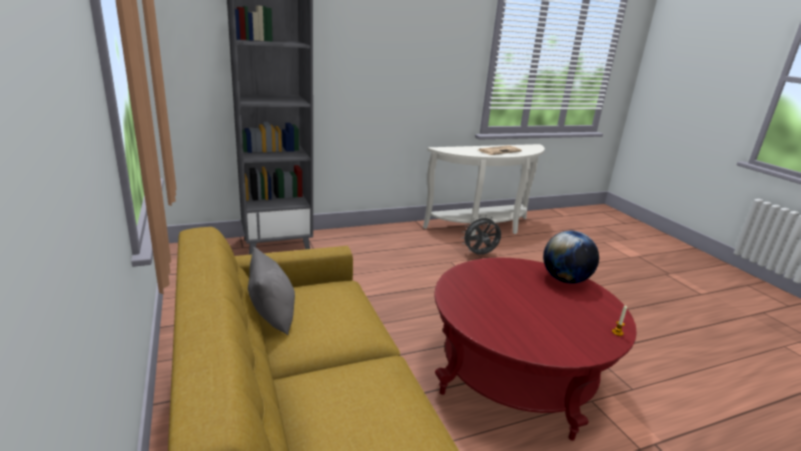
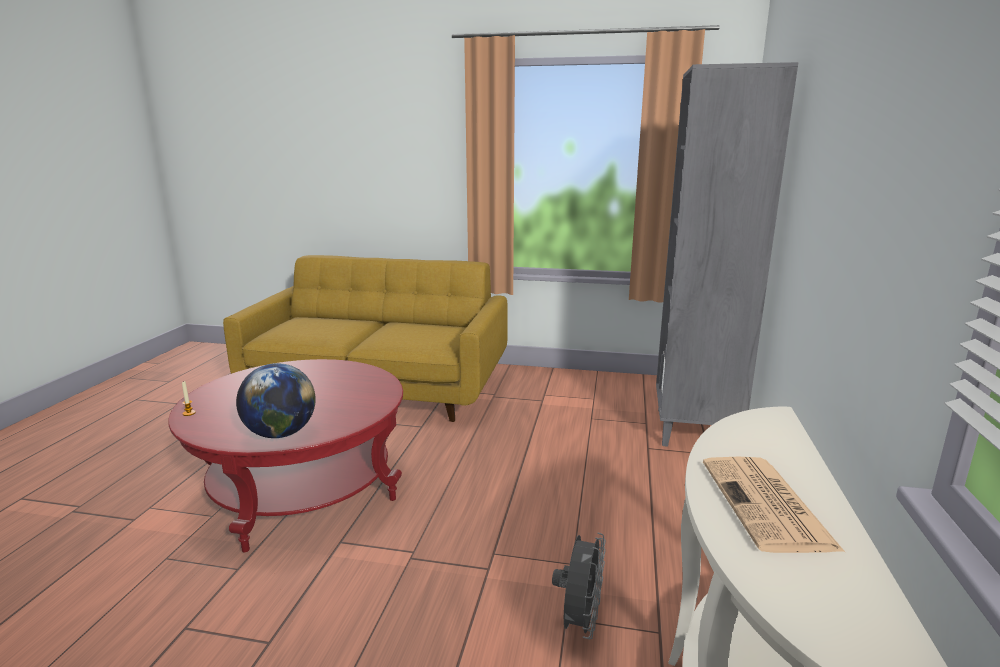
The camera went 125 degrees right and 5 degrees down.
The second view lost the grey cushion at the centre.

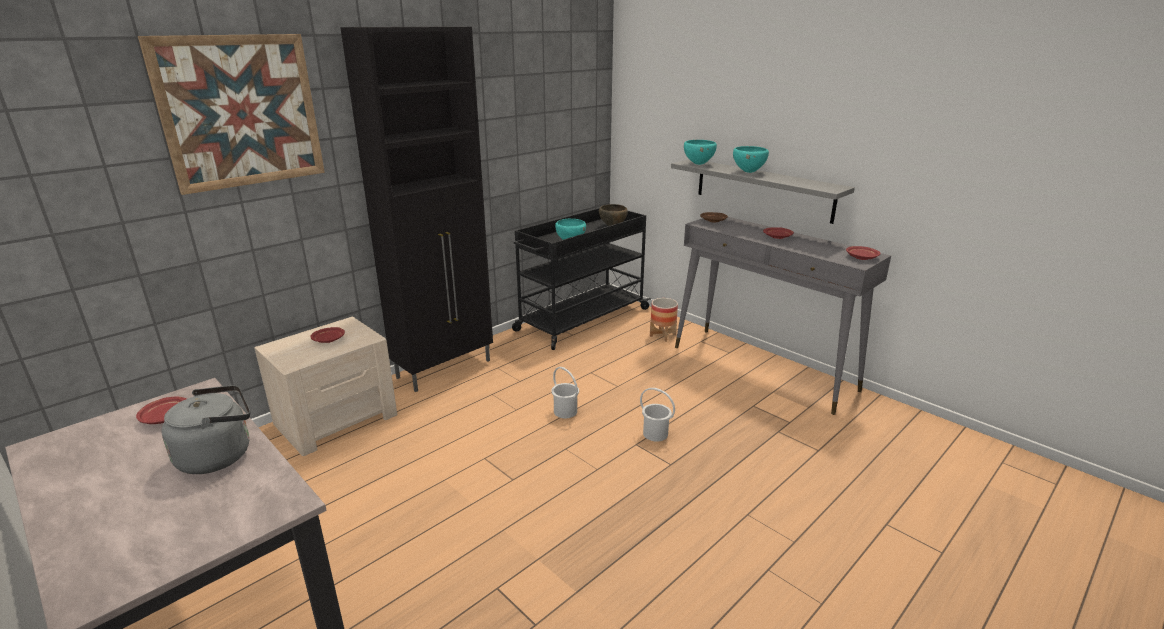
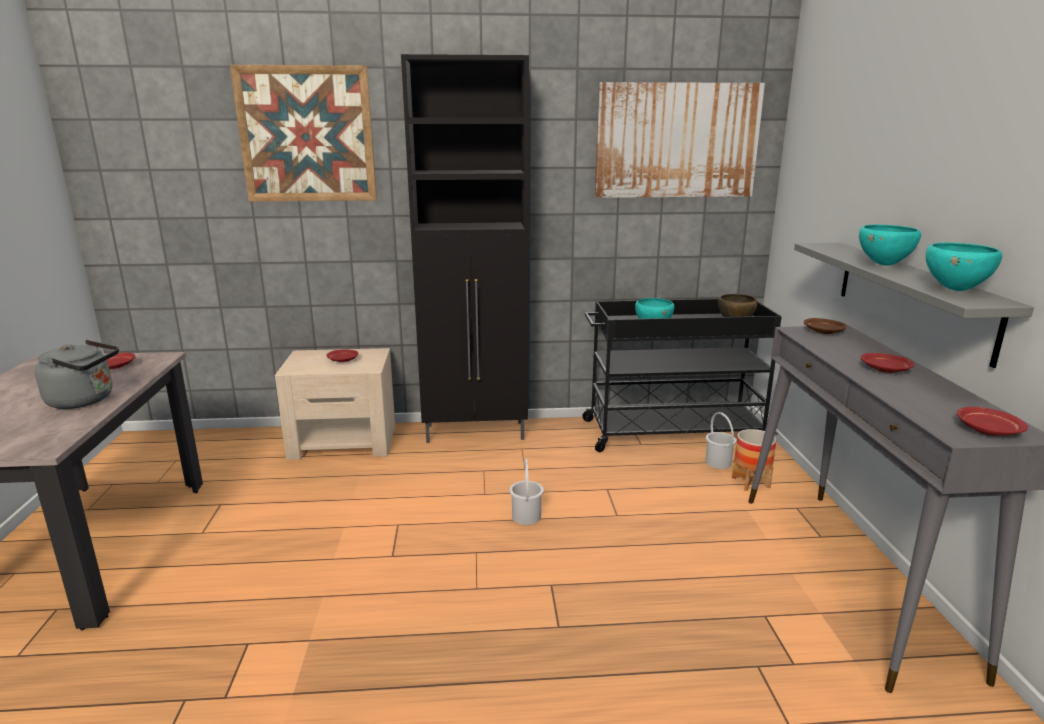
The camera went 40 degrees right and 5 degrees down.
The turquoise-coloured serving bowl (no. 2 from left in the first image) ended up elsewhere, having gone from the top centre to the middle right.
The white bucket (no. 2 from left) ended up elsewhere, having gone from the centre to the middle right.
The second view gained the wall picture (no. 2 from left) at the top centre.

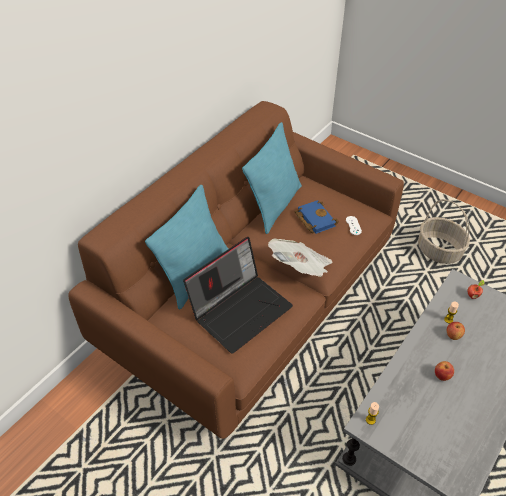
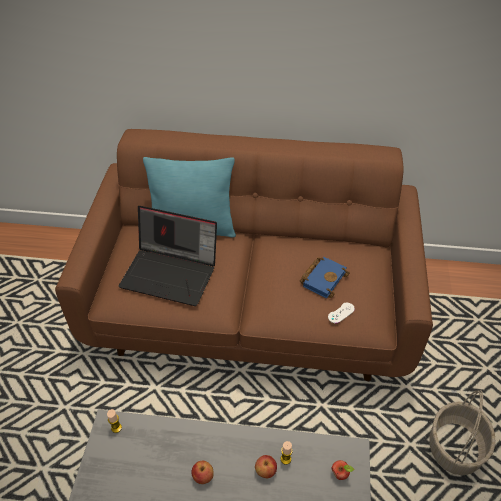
The camera went 60 degrees right and 0 degrees up.
The second view lost the turquoise-coloured cushion (no. 2 from left) at the centre.
The second view lost the printed paper at the centre.

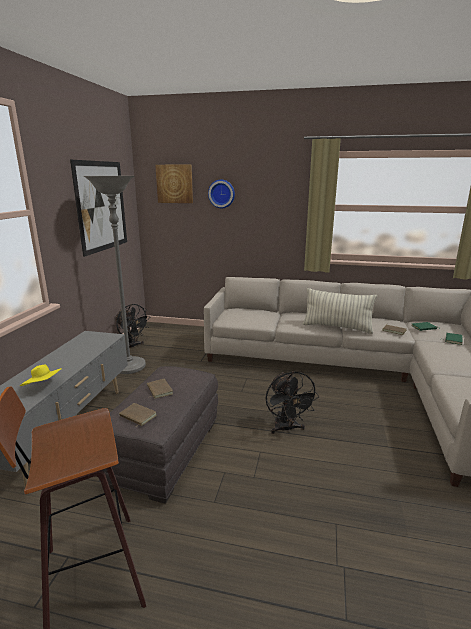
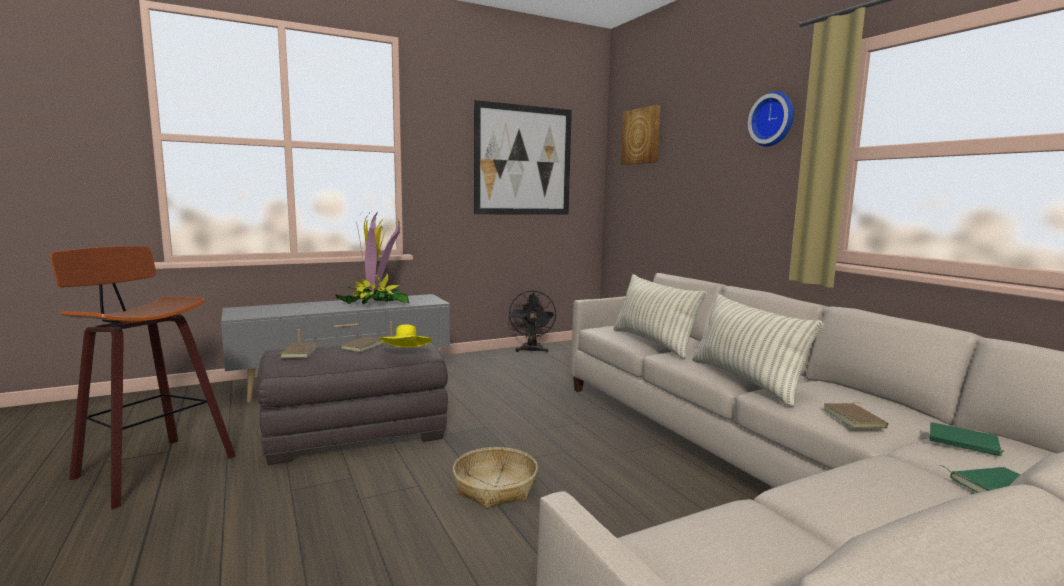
The camera went 50 degrees right and 10 degrees down.
The second view lost the grey standing lamp at the middle left.
The wall clock ended up elsewhere, having gone from the top centre to the top right.
The yellow-coloured wearable hat ended up elsewhere, having gone from the middle left to the centre.
Where the black electric fan (no. 2 from left) stood at the centre, the storage basket came to stand at the bottom centre.
The second view gained the plant in a pot at the centre.
The second view gained the cushion (no. 1 from left) at the centre.

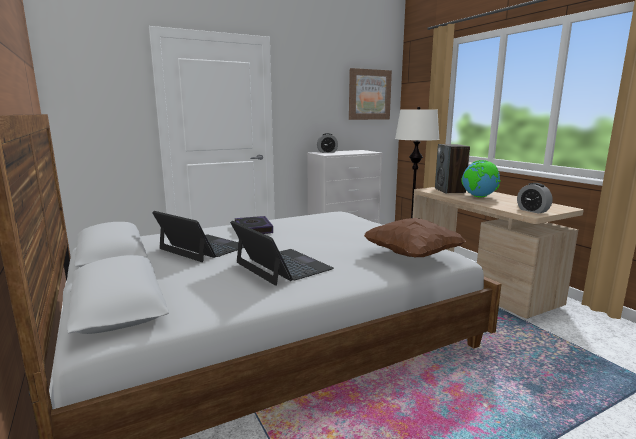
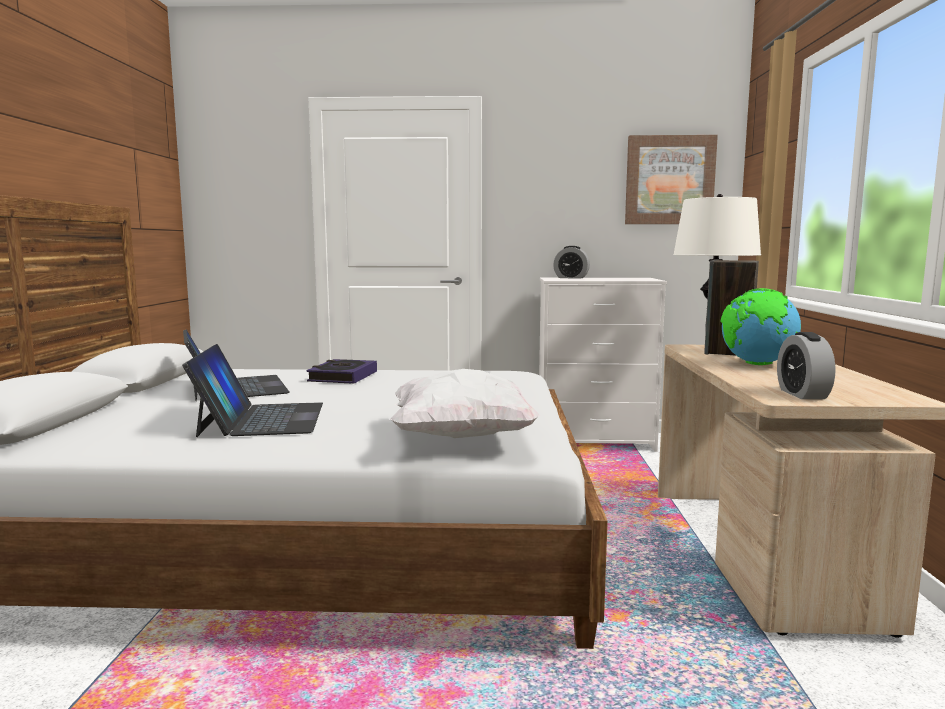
The camera went 30 degrees right and 5 degrees down.
What was the brown cushion at the centre turned into the white cushion at the centre.

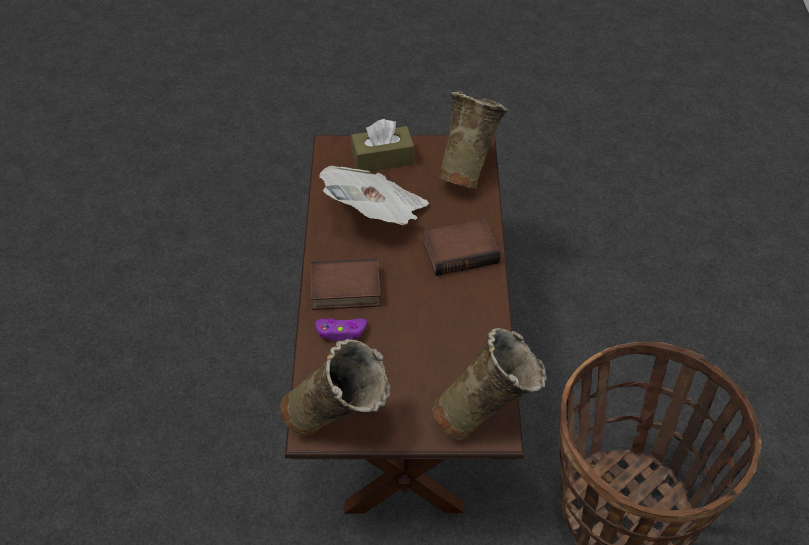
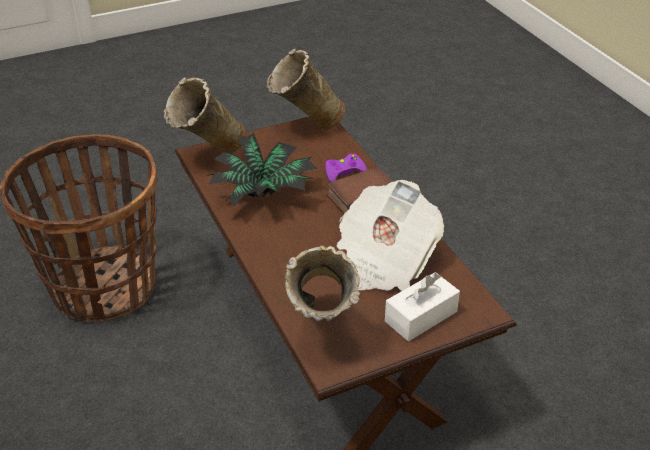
The camera went 155 degrees right and 10 degrees down.
What was the brown tissue holder at the top centre turned into the white tissue holder at the bottom centre.
The second view lost the bound book (no. 2 from left) at the centre.
The second view gained the plant in a pot at the centre.

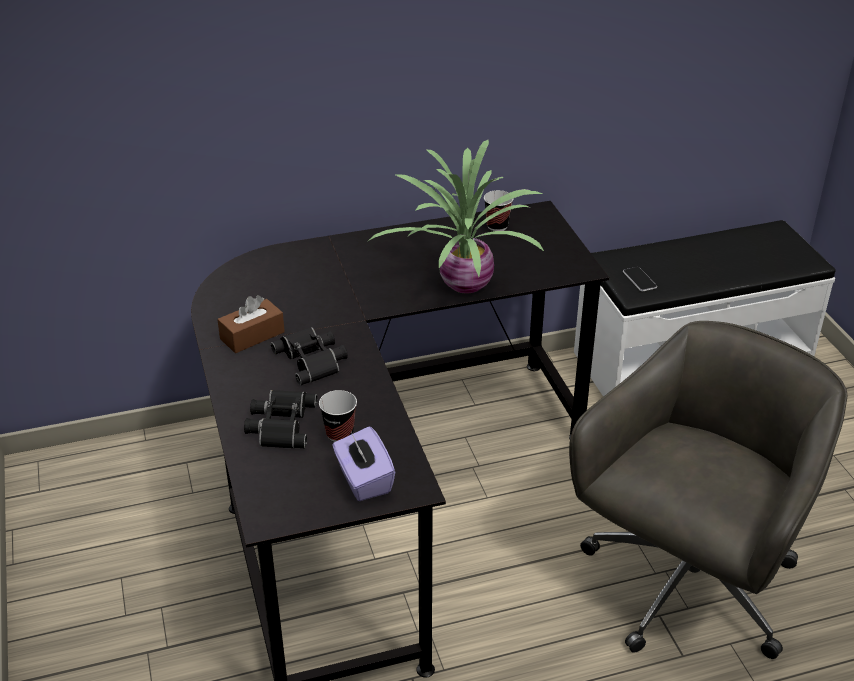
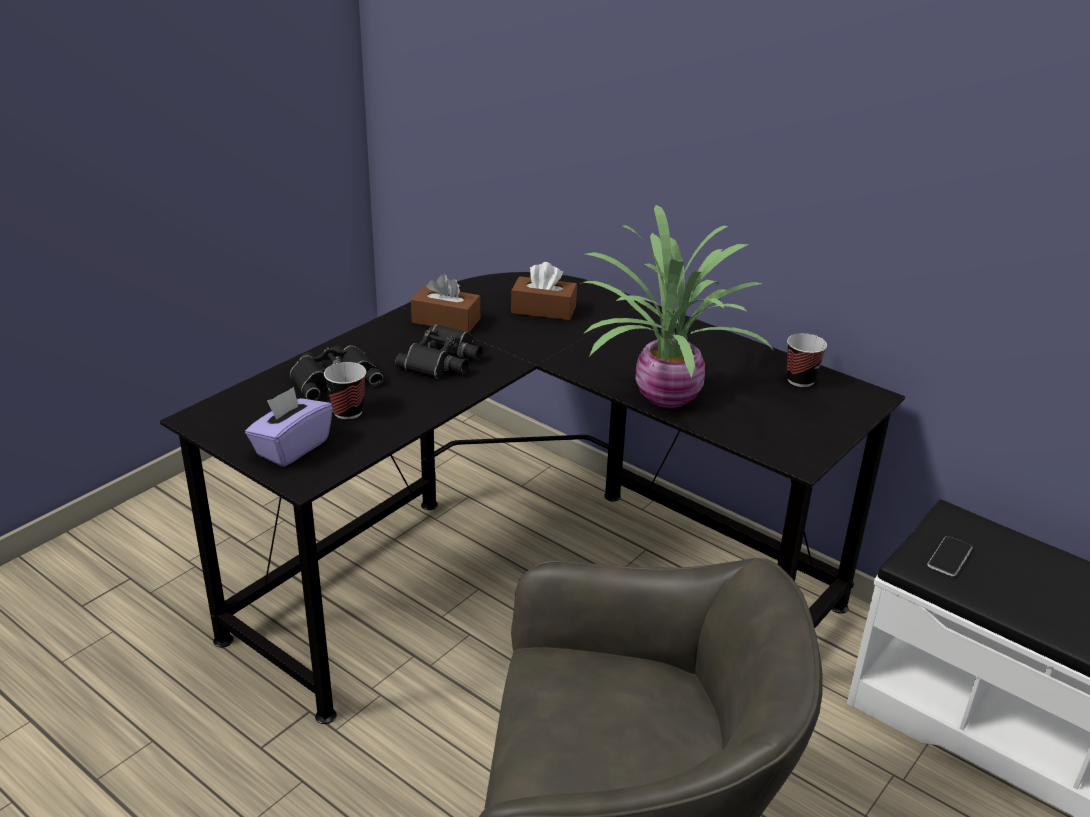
The camera went 55 degrees right and 5 degrees down.
The second view gained the brown tissue holder (no. 2 from left) at the centre.

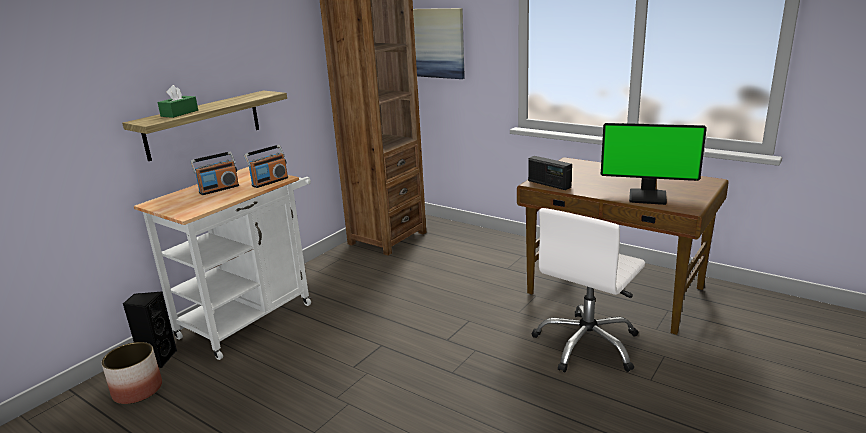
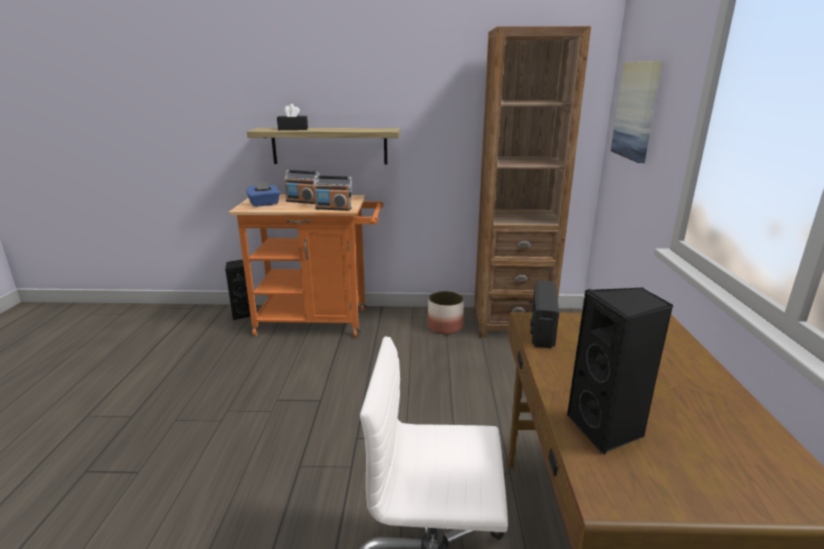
The camera went 55 degrees right and 0 degrees up.
What was the green-coloured tissue holder at the top left turned into the black tissue holder at the top centre.
Where the monitor stood at the middle right, the black speaker (no. 2 from left) came to stand at the bottom right.
What was the white trolley at the middle left turned into the orangey trolley at the centre.
The planter ended up elsewhere, having gone from the bottom left to the centre.
The second view gained the blue-coloured tissue holder at the middle left.

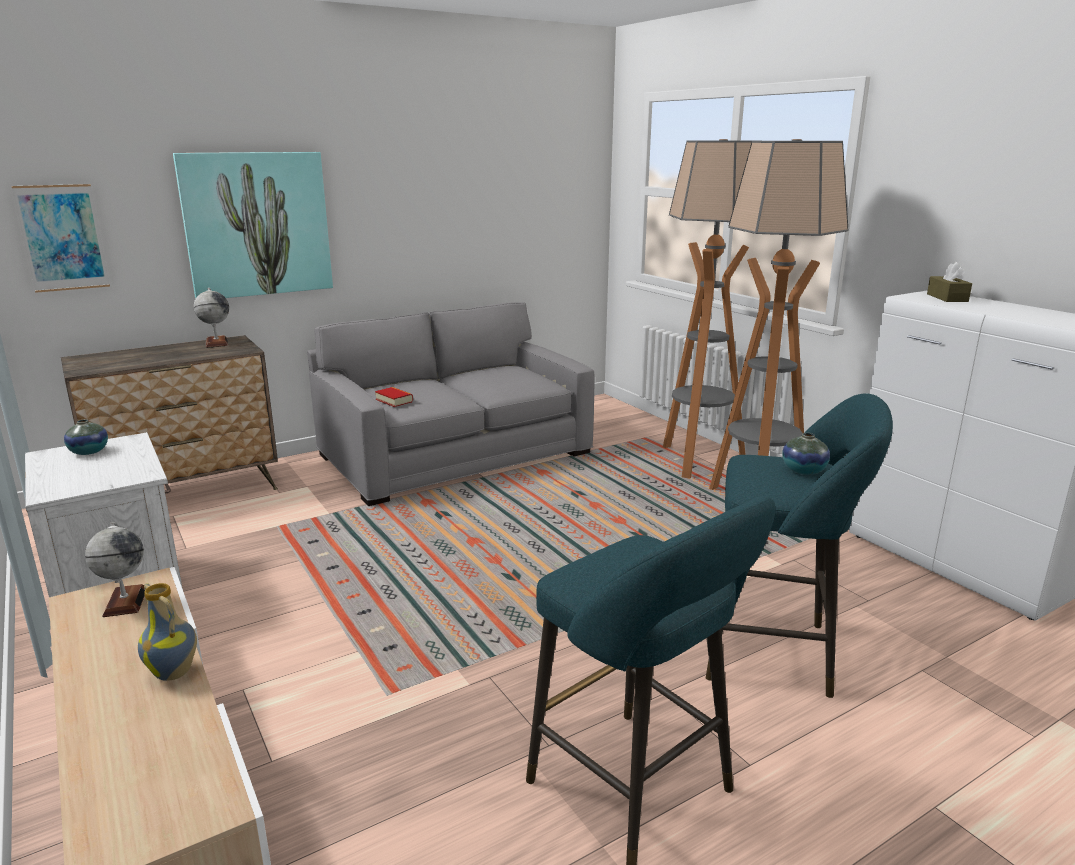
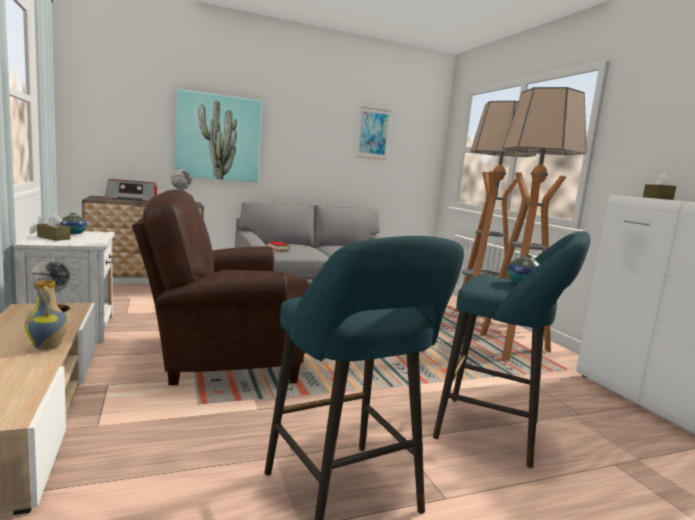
The camera went 10 degrees right and 10 degrees down.
The wall picture (no. 1 from left in the first image) ended up elsewhere, having gone from the top left to the top centre.
The second view gained the radio set at the middle left.
The second view gained the brown lounge chair at the middle left.
The second view gained the brown tissue holder (no. 1 from left) at the middle left.

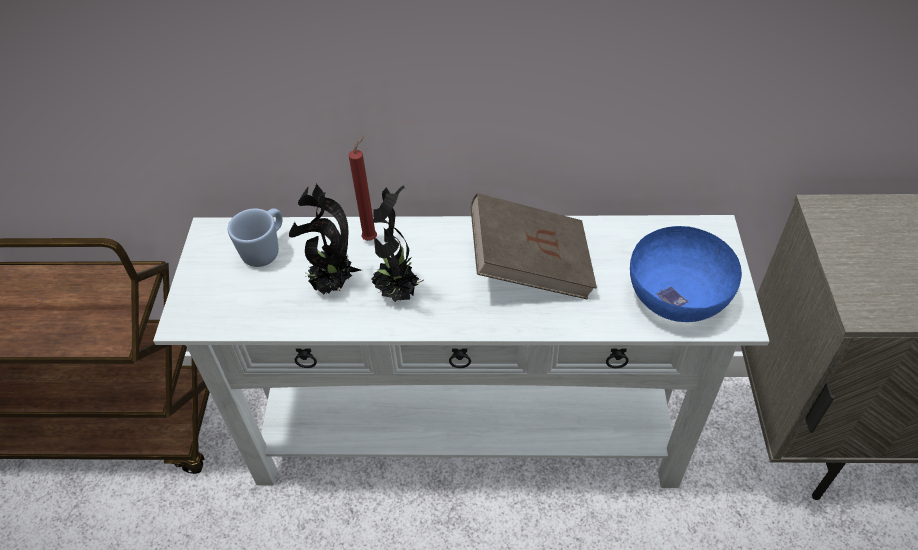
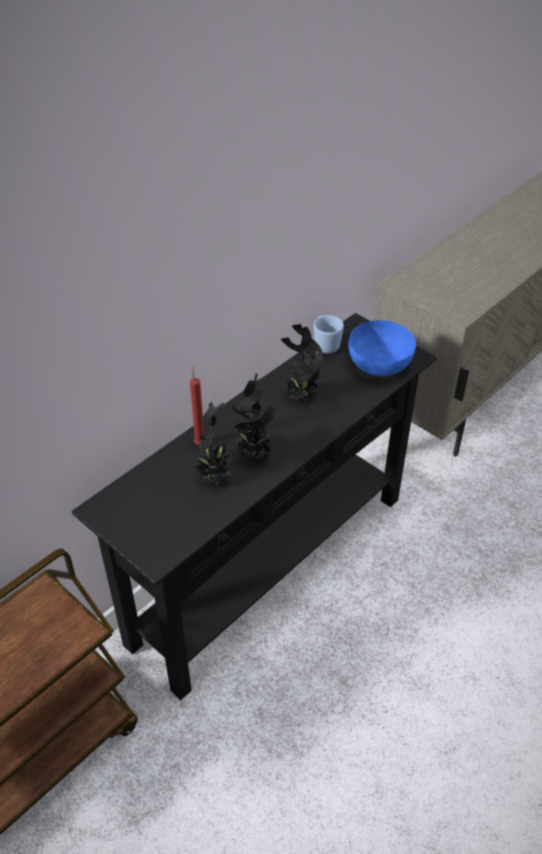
The camera went 50 degrees left and 5 degrees down.
Where the brown bound book stood at the centre, the plant in a pot (no. 3 from left) came to stand at the centre.
The blue-coloured tea mug ended up elsewhere, having gone from the middle left to the centre.
What was the white narrow table at the centre turned into the black narrow table at the centre.

